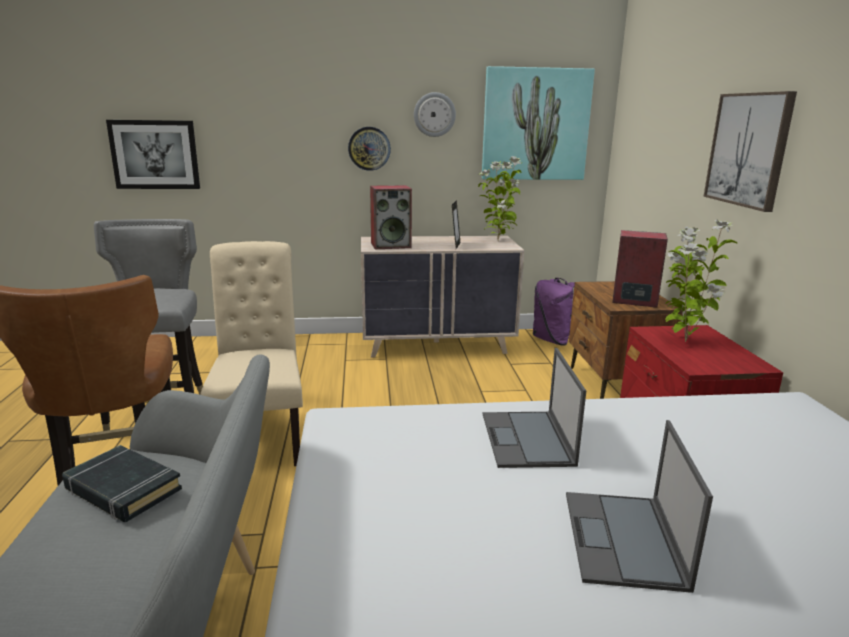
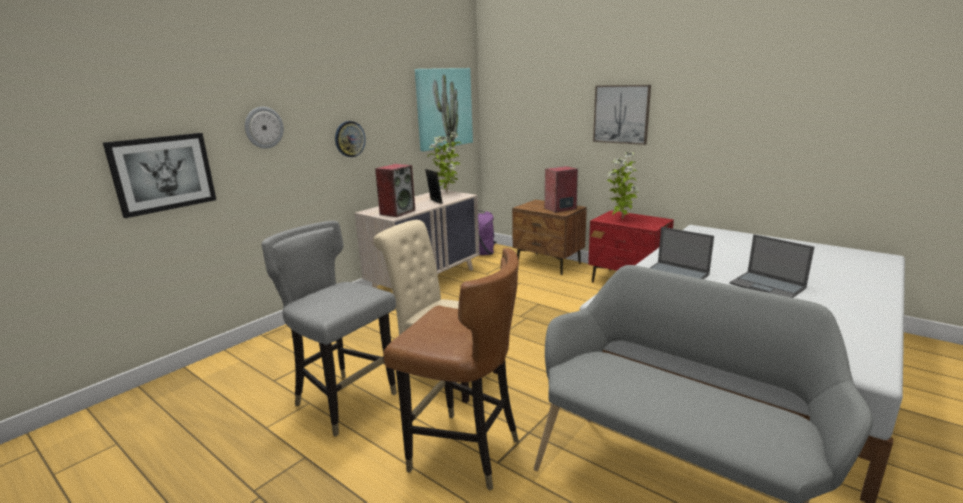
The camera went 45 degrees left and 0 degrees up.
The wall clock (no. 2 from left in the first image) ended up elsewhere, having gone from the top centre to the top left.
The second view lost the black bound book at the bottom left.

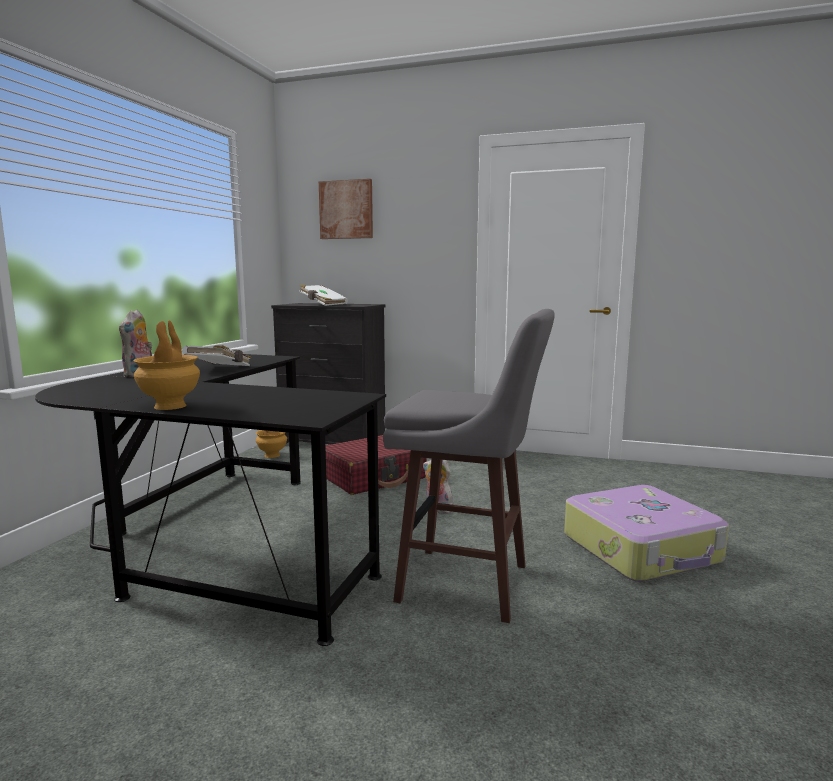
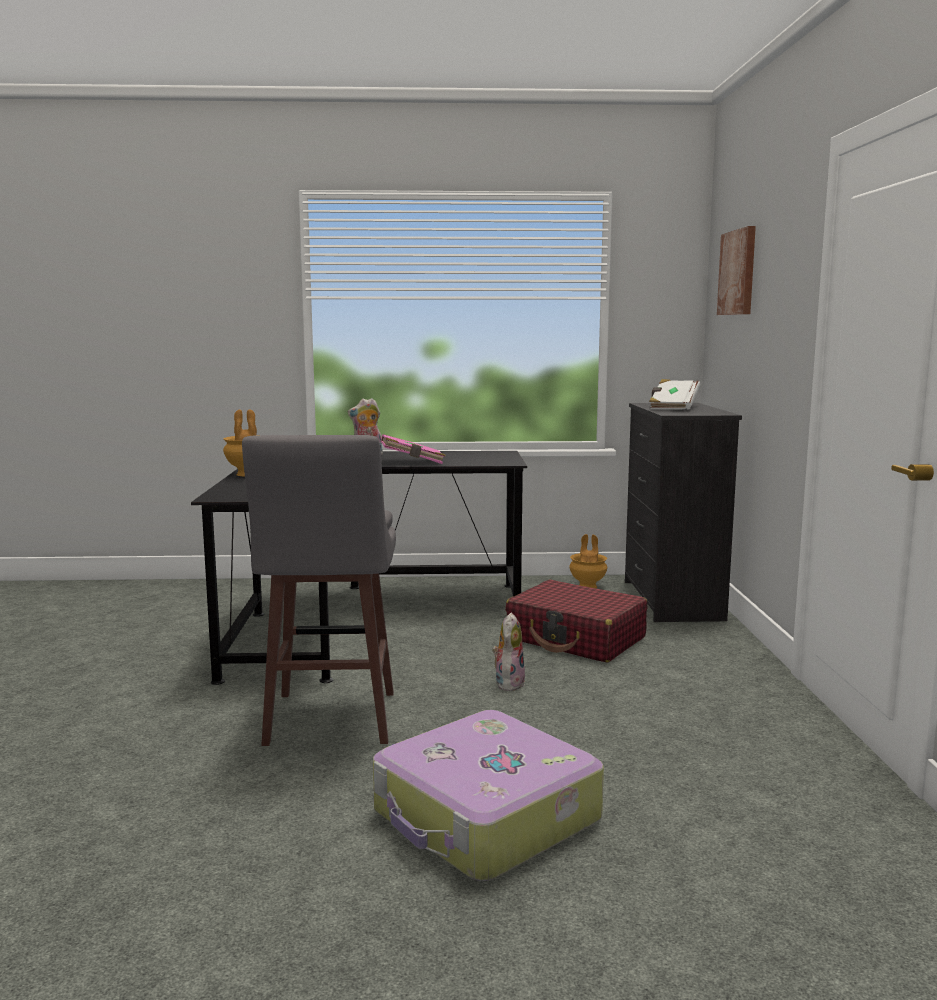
The camera went 70 degrees right and 0 degrees up.
What was the white bound book (no. 1 from left) at the middle left turned into the pink-coloured bound book at the centre.

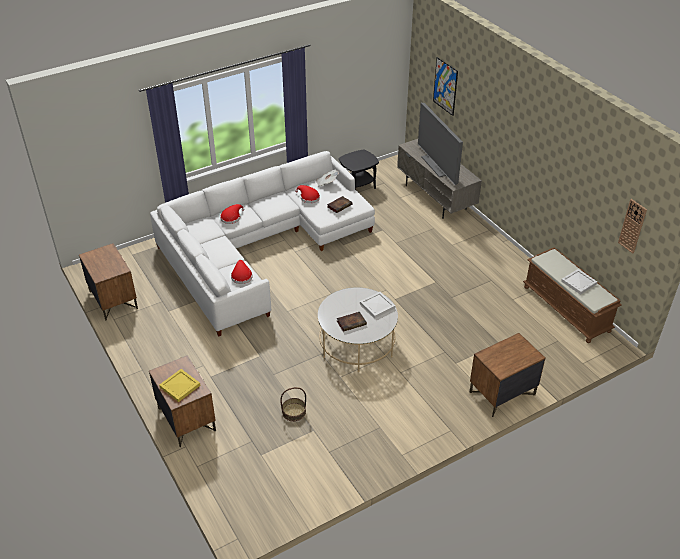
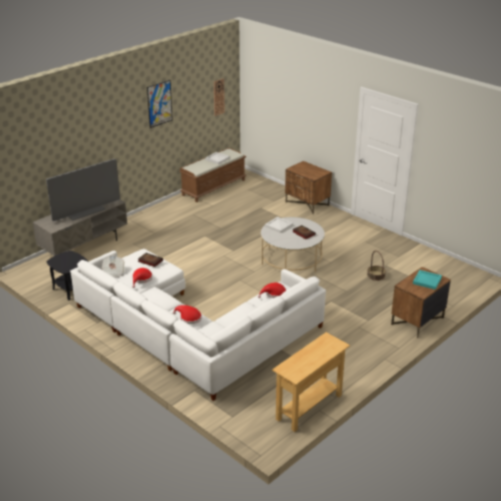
The camera went 105 degrees left and 10 degrees down.
The wall picture ended up elsewhere, having gone from the top centre to the top left.
Where the brown bedside table (no. 1 from left) stood at the middle left, the beige narrow table came to stand at the bottom centre.
What was the yellow-coloured carrying tray at the bottom left turned into the turquoise-coloured carrying tray at the middle right.

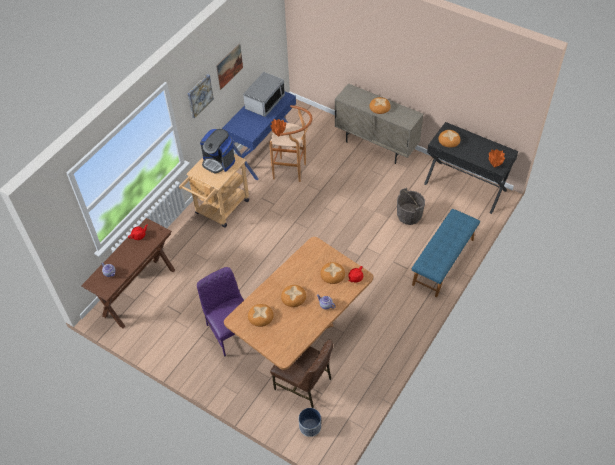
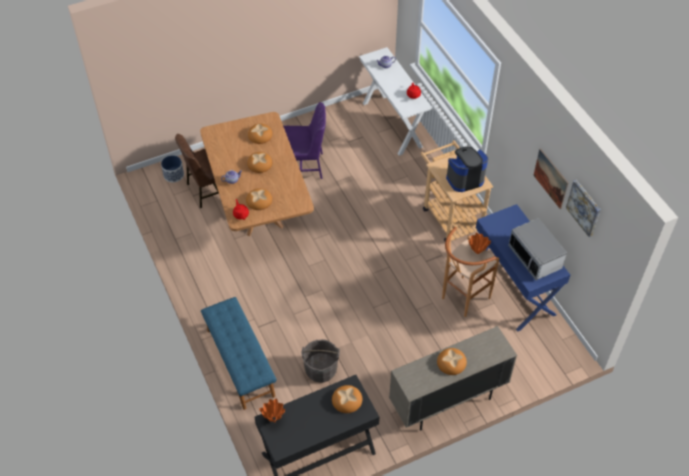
The camera went 120 degrees right and 0 degrees up.
The wall picture (no. 1 from left in the first image) ended up elsewhere, having gone from the top left to the middle right.
What was the brown narrow table at the middle left turned into the white narrow table at the top centre.

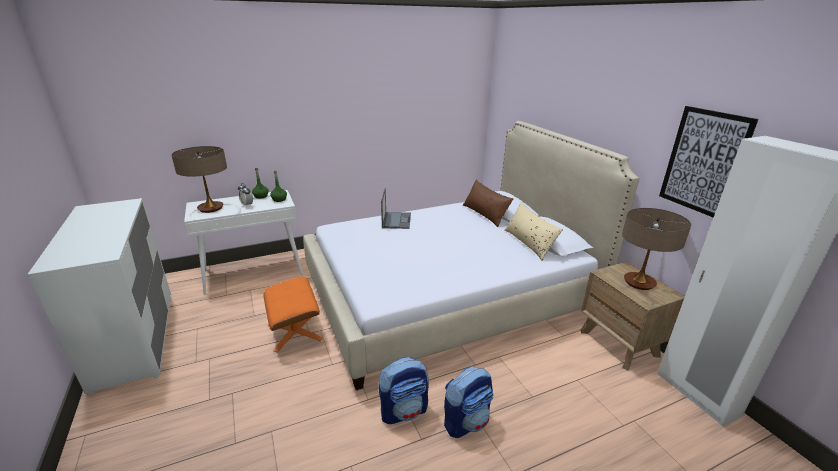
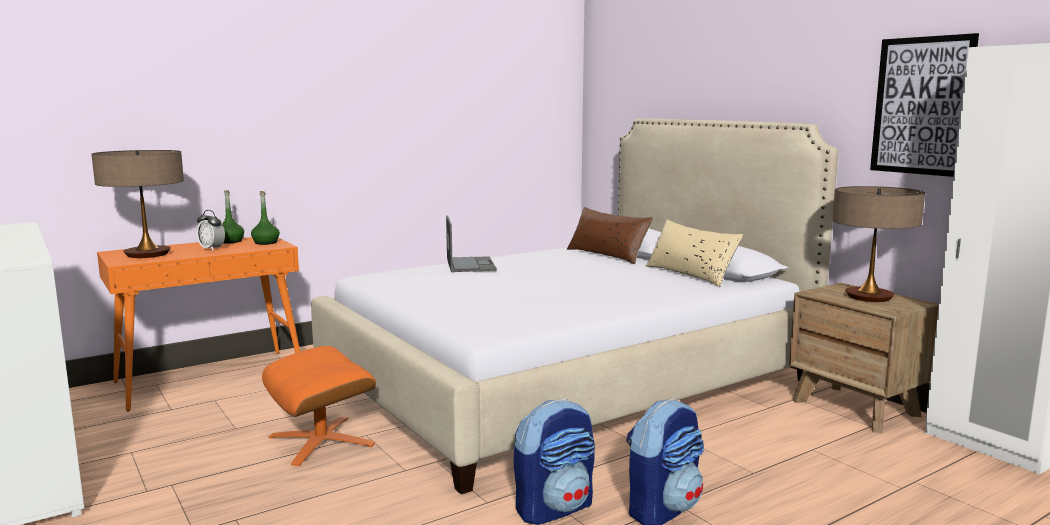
The camera went 10 degrees left and 15 degrees down.
What was the white narrow table at the middle left turned into the orangey narrow table at the middle left.

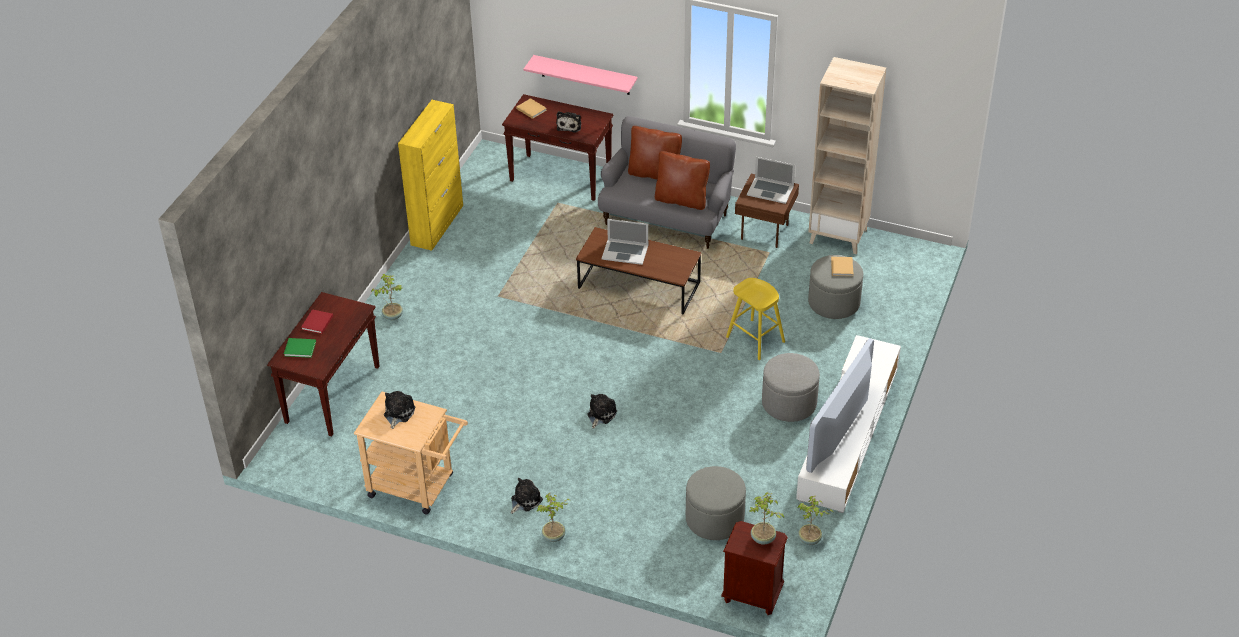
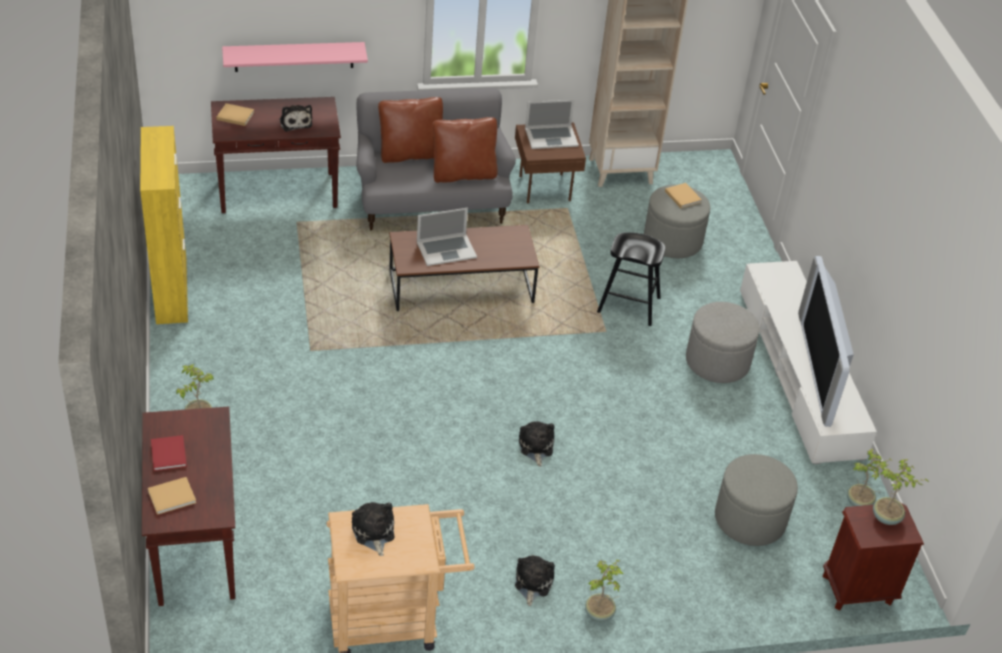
The camera went 35 degrees left and 0 degrees up.
What was the yellow-coloured sitting stool at the centre turned into the black sitting stool at the centre.
What was the green-coloured bound book at the middle left turned into the beige bound book (no. 1 from left) at the bottom left.

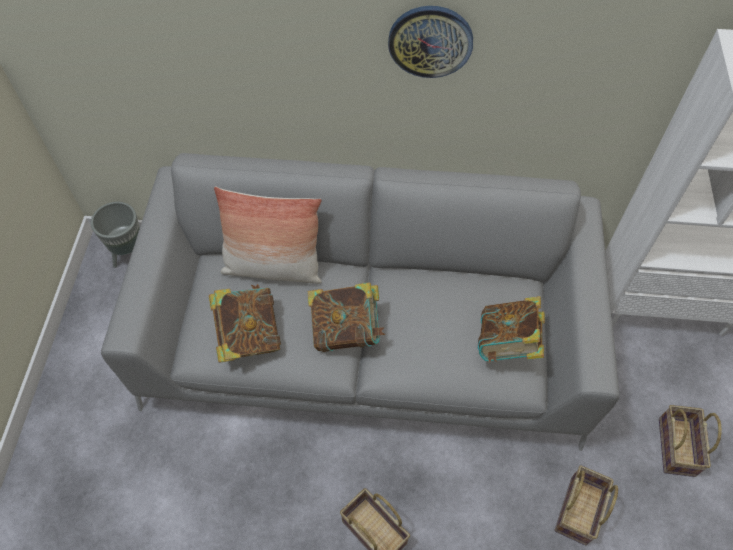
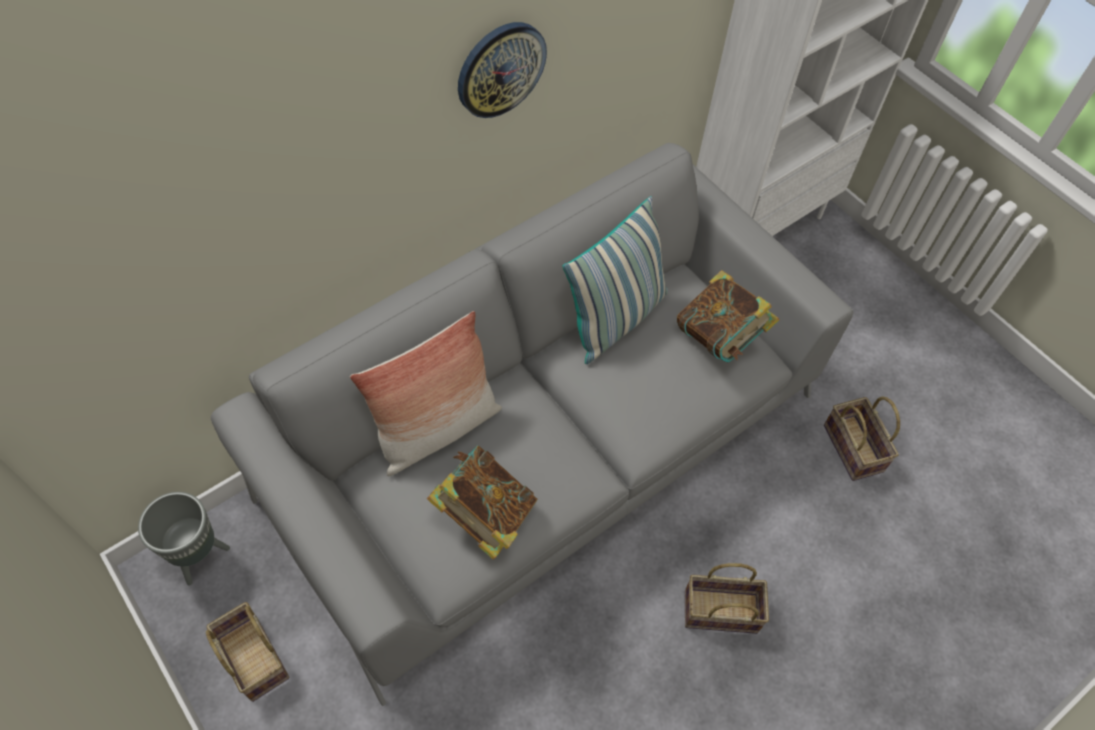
The camera went 45 degrees left and 0 degrees up.
The second view lost the bound book (no. 2 from left) at the centre.
The storage basket (no. 3 from left in the first image) ended up elsewhere, having gone from the bottom right to the bottom left.
The second view gained the cushion (no. 2 from left) at the centre.

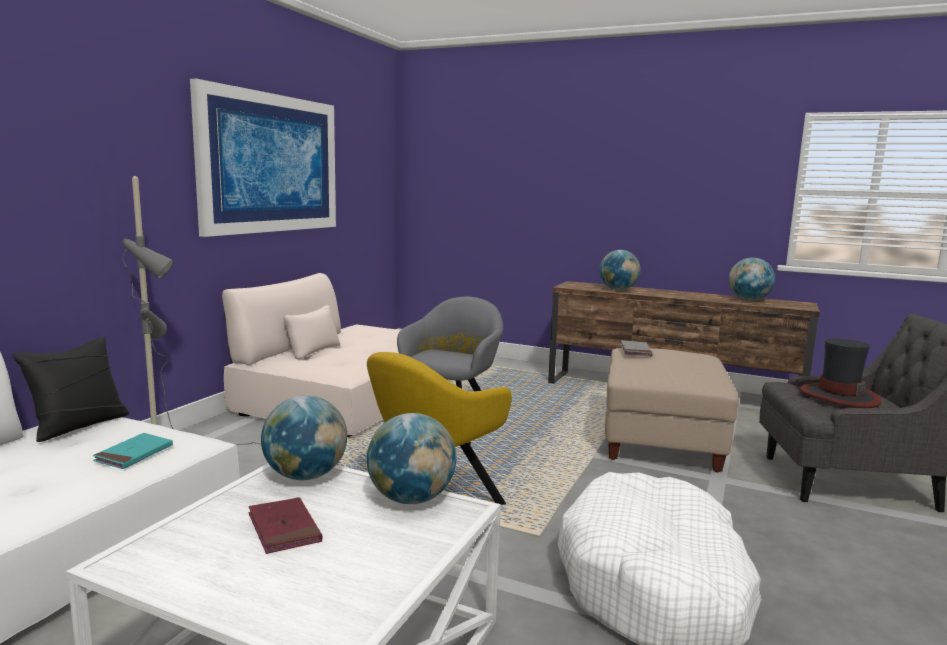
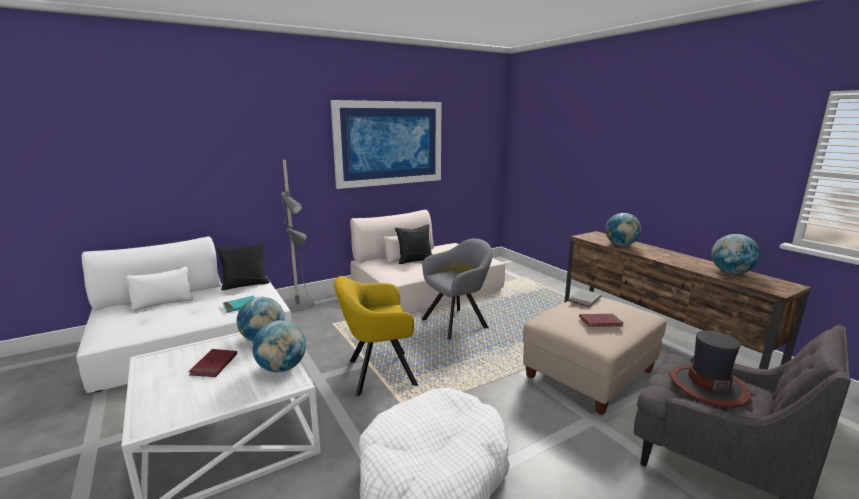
The camera went 35 degrees right and 5 degrees up.
The second view gained the black cushion (no. 2 from left) at the centre.
The second view gained the red bound book (no. 2 from left) at the middle right.

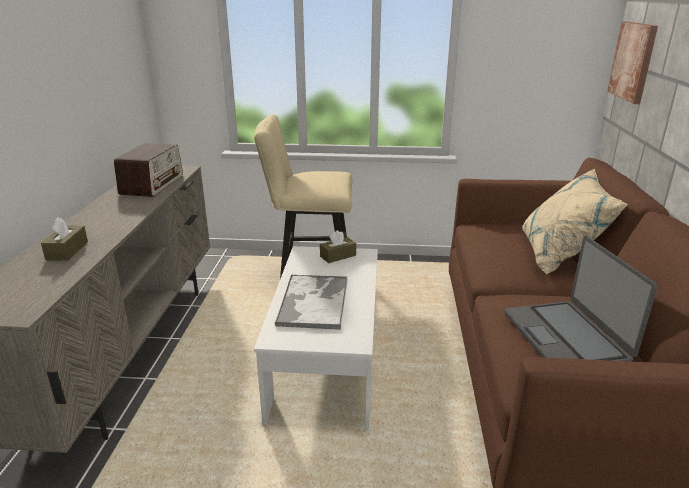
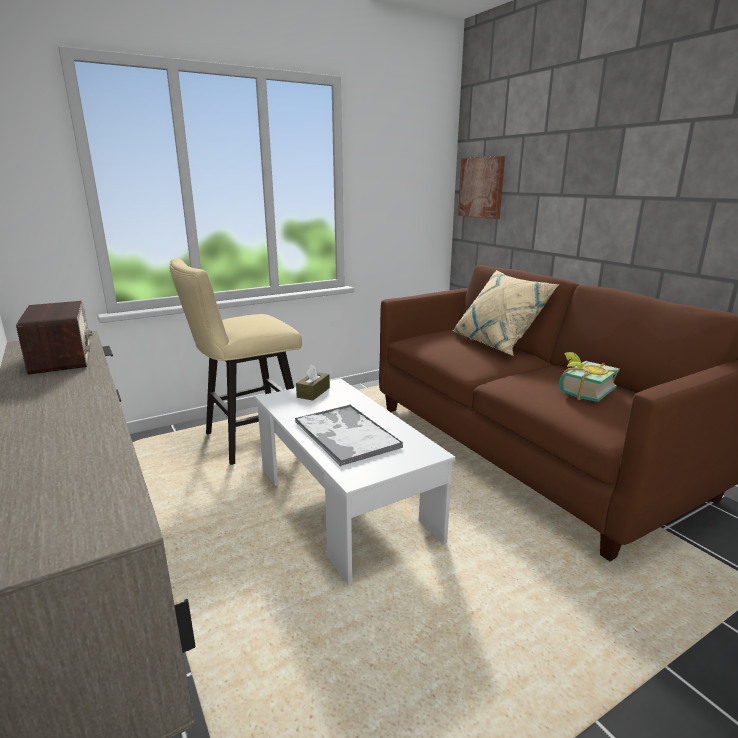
The camera went 35 degrees left and 5 degrees down.
The second view lost the brown tissue holder (no. 1 from left) at the middle left.
Where the notebook computer stood at the middle right, the bound book came to stand at the middle right.

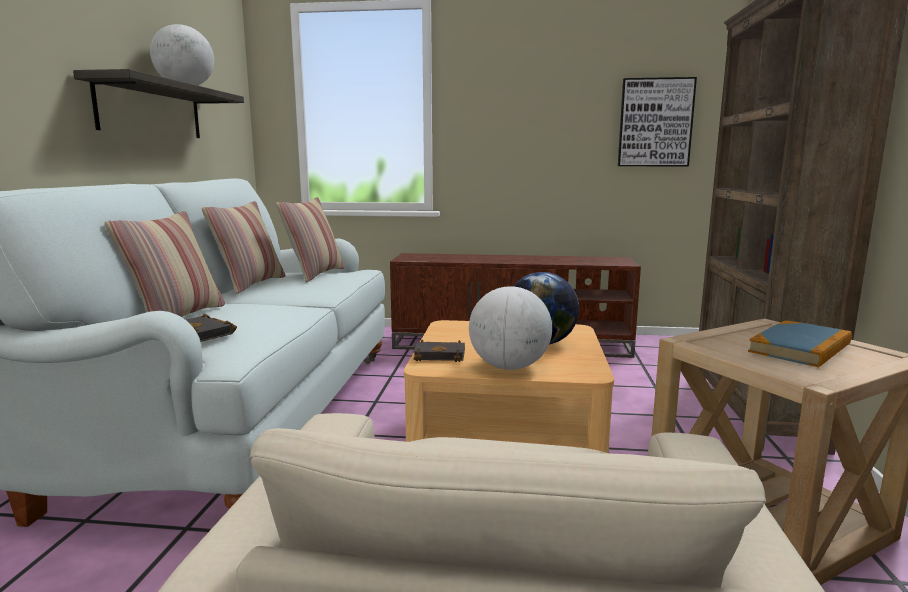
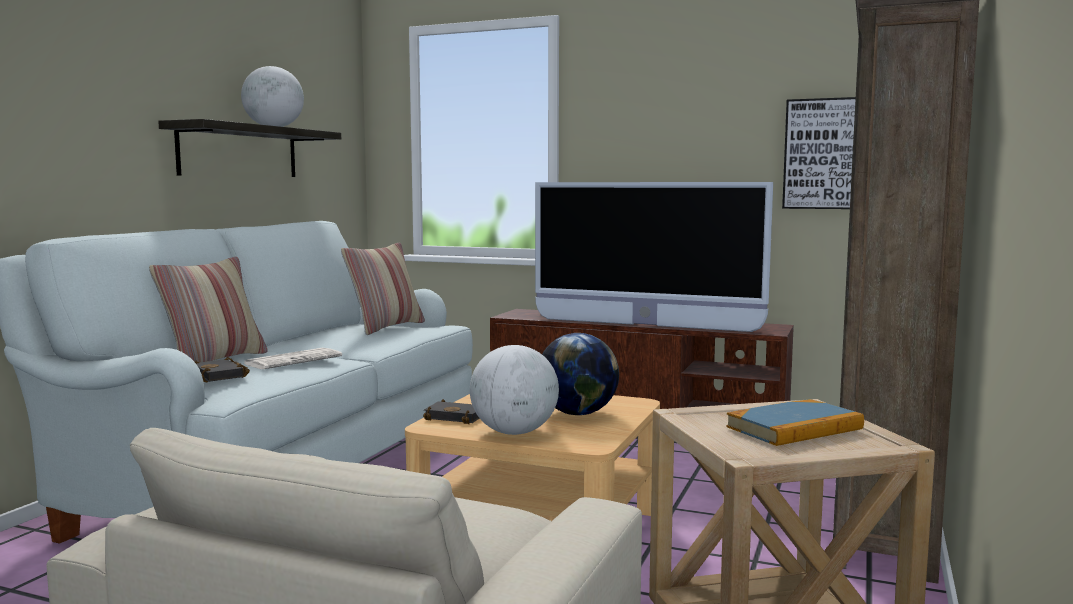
The camera went 15 degrees right and 5 degrees down.
The second view lost the cushion (no. 2 from left) at the middle left.
The second view gained the TV at the centre.
The second view gained the printed paper at the middle left.

